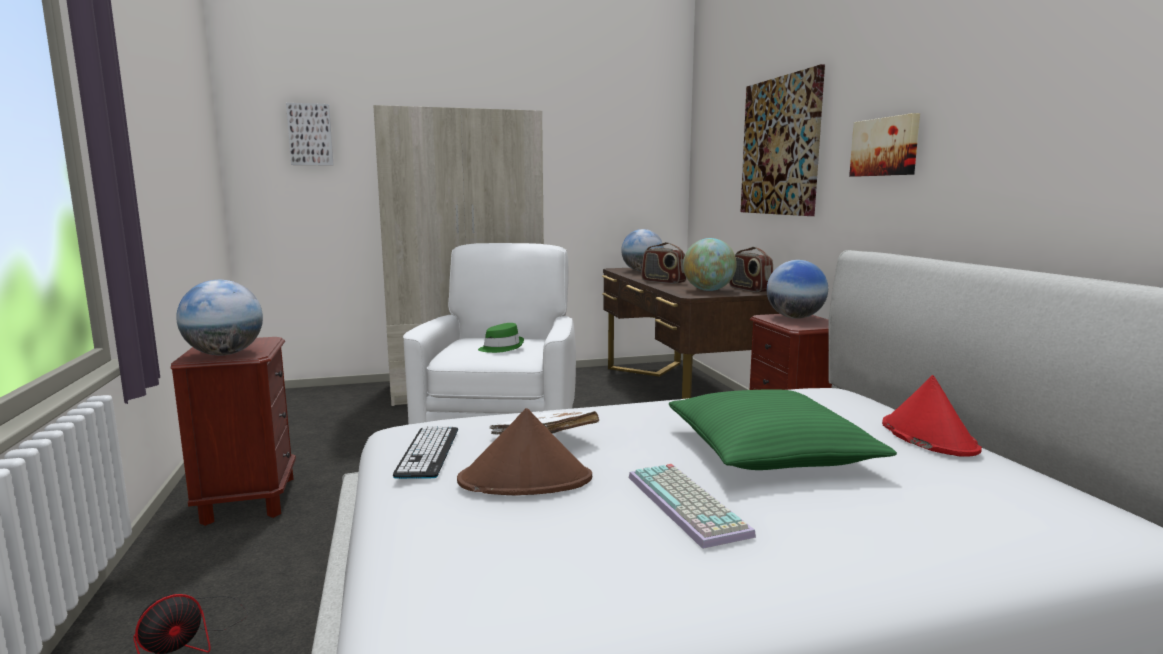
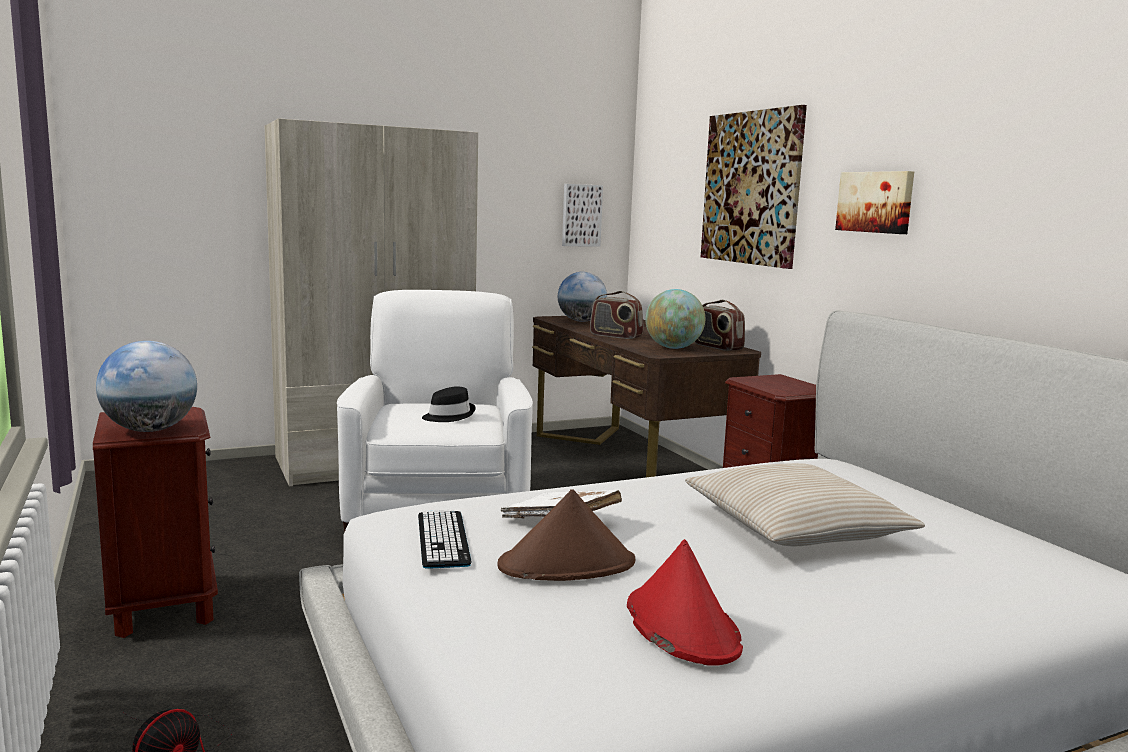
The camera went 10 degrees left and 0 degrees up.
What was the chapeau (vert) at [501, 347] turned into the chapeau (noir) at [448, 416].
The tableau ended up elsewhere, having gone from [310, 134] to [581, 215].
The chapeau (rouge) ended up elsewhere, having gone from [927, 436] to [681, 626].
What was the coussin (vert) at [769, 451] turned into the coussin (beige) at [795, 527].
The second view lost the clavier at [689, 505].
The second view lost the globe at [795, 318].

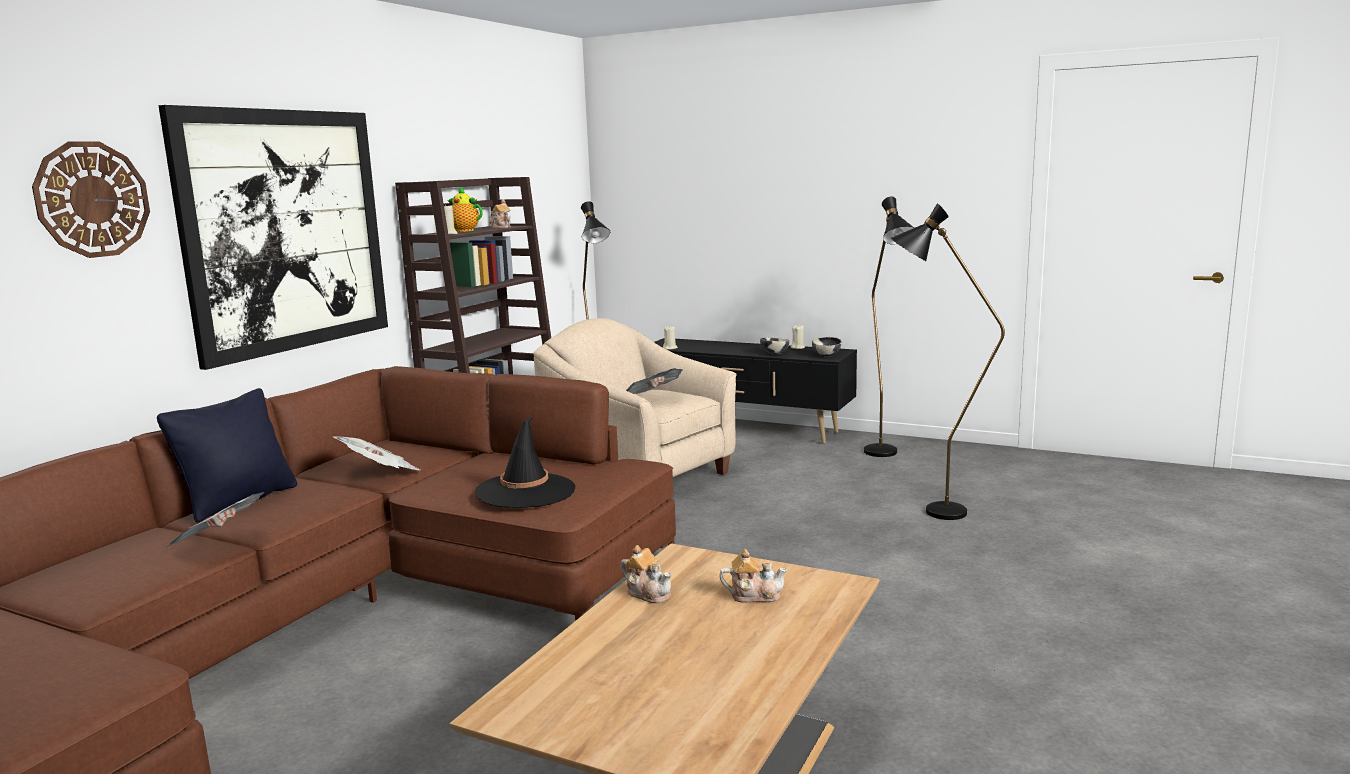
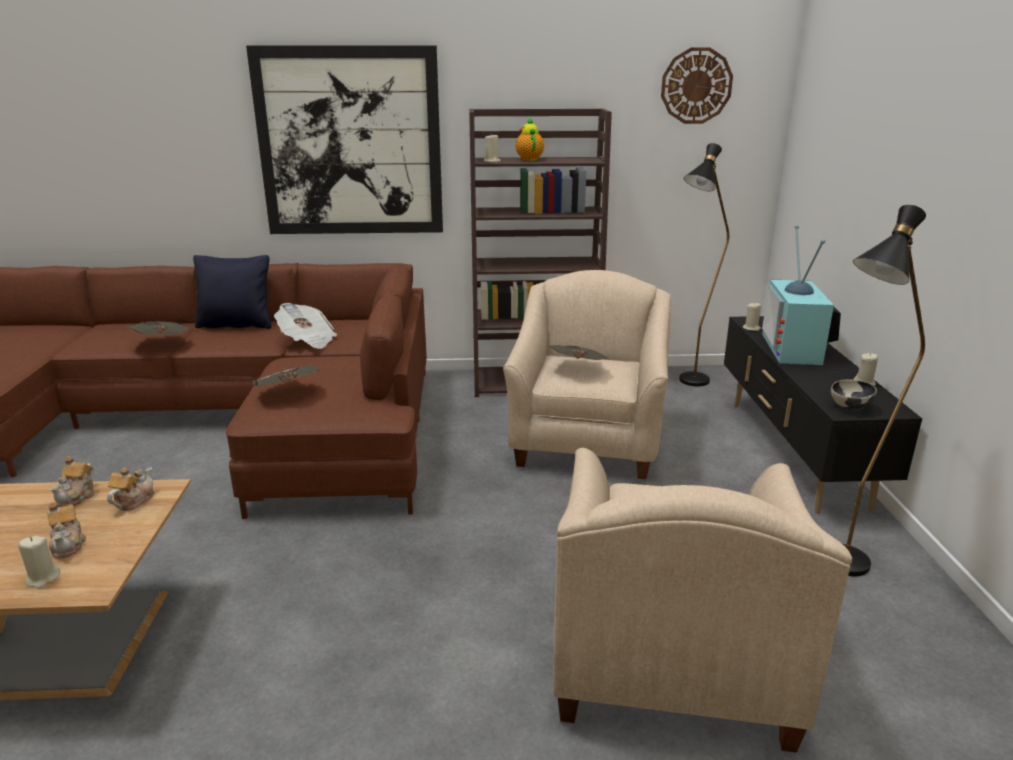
The camera went 60 degrees right and 10 degrees up.
The second view gained the bougie (beige) at [43, 579].
The théière ended up elsewhere, having gone from [500, 227] to [133, 501].
Where the chapeau (noir) stood at [525, 491], the journal came to stand at [288, 393].
Where the lampadaire (noir) stood at [930, 512], the fauteuil (beige) came to stand at [670, 652].
The horloge murale ended up elsewhere, having gone from [92, 199] to [696, 86].
The second view gained the téléviseur at [796, 349].
The second view lost the bol at [774, 354].

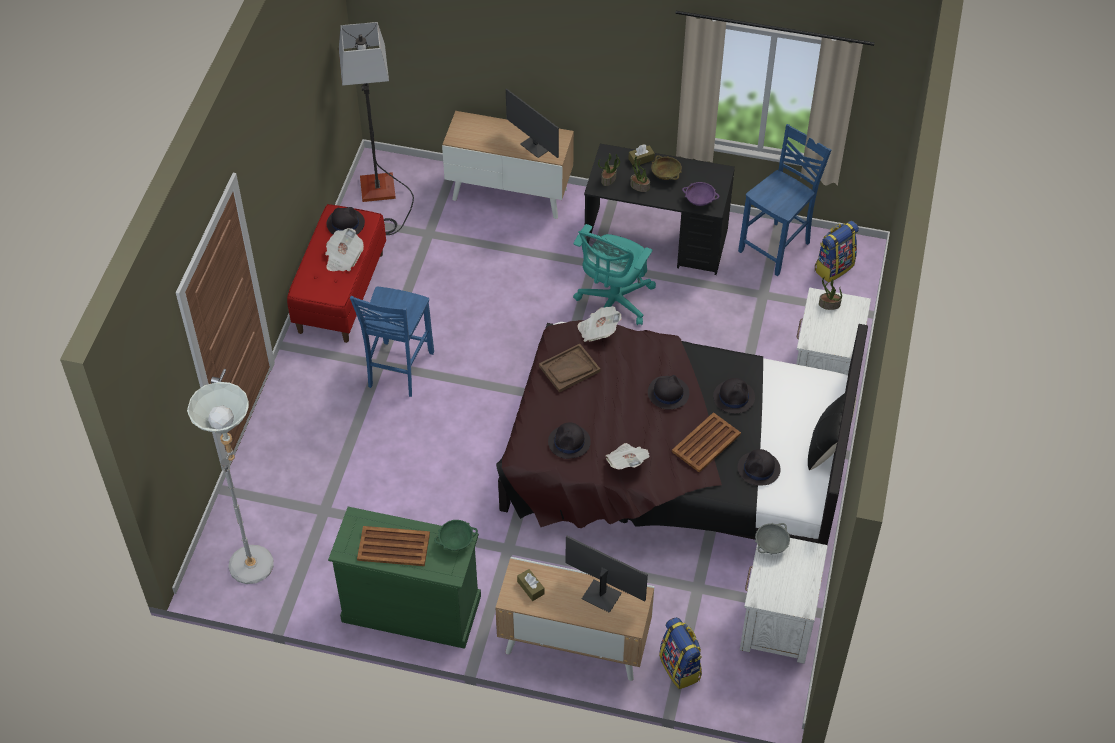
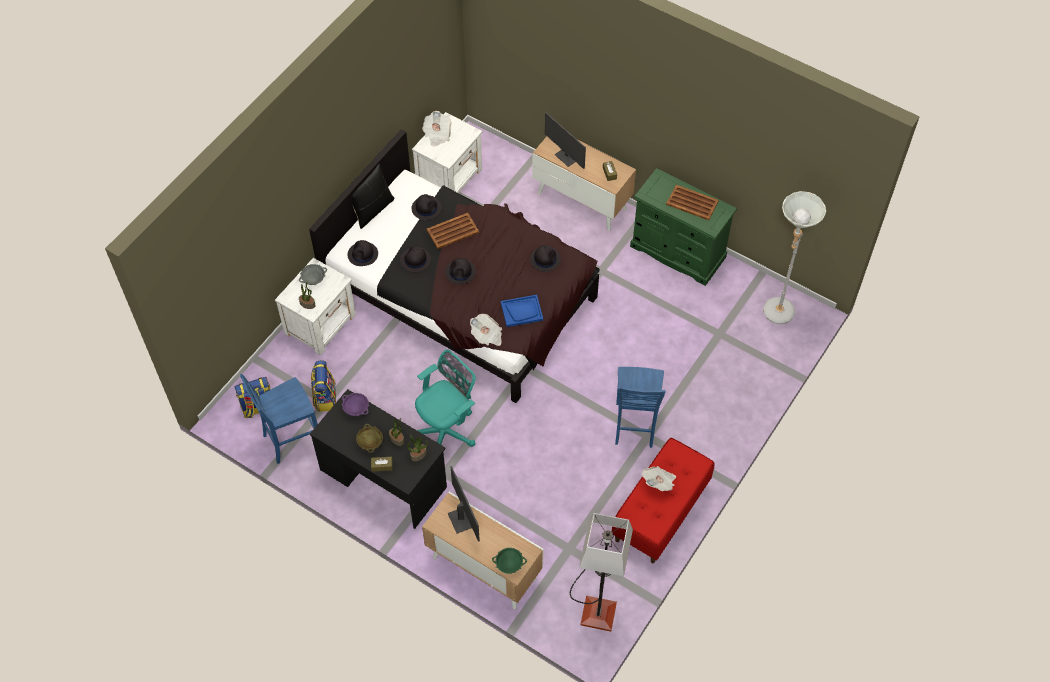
The camera went 160 degrees left and 5 degrees up.
The bol (gris) ended up elsewhere, having gone from [771, 545] to [314, 279].
The sac à dos ended up elsewhere, having gone from [680, 667] to [325, 397].
The chapeau (noir) ended up elsewhere, having gone from [345, 223] to [363, 254].
The journal ended up elsewhere, having gone from [627, 462] to [437, 134].
The bol (vert) ended up elsewhere, having gone from [456, 542] to [509, 565].
What was the plateau (marron) at [569, 369] turned into the plateau (bleu) at [522, 311].
The chaise (bleu) at [398, 370] ended up facing another way, 150 degrees clockwise from before.

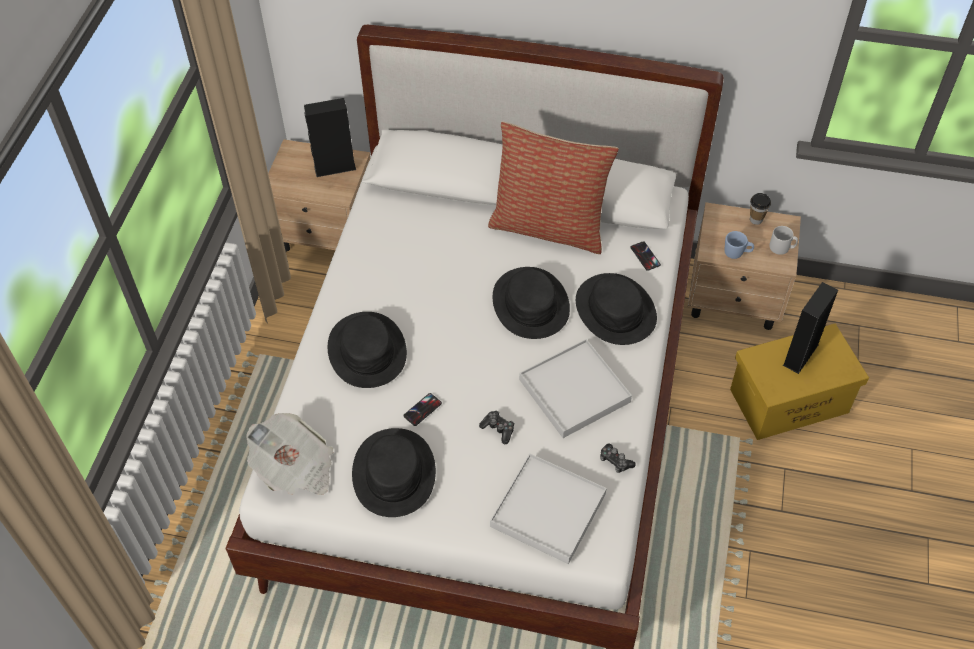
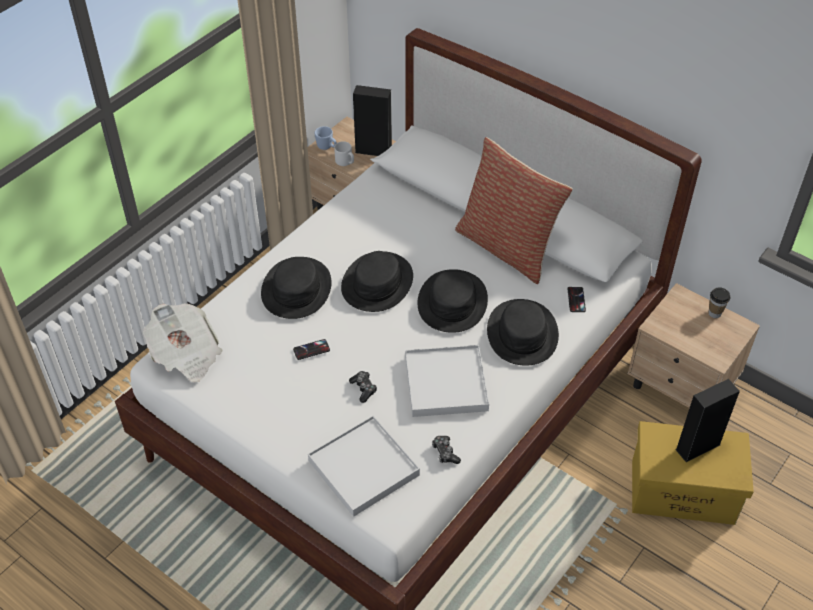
The camera went 25 degrees right and 5 degrees down.
The mug (bleu) ended up elsewhere, having gone from [737, 253] to [327, 147].
The mug (gris) ended up elsewhere, having gone from [782, 248] to [345, 162].
The chapeau (noir) ended up elsewhere, having gone from [394, 473] to [377, 283].

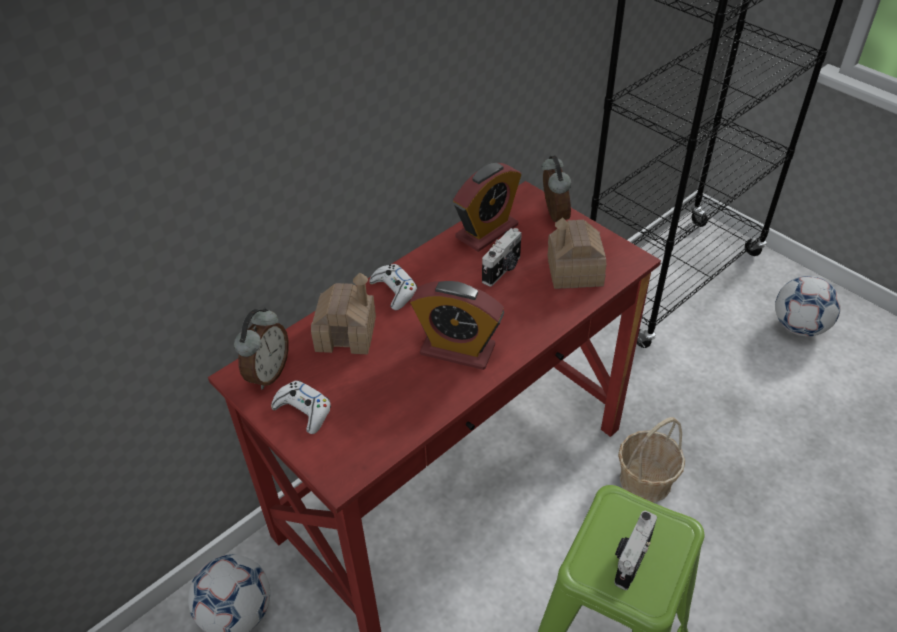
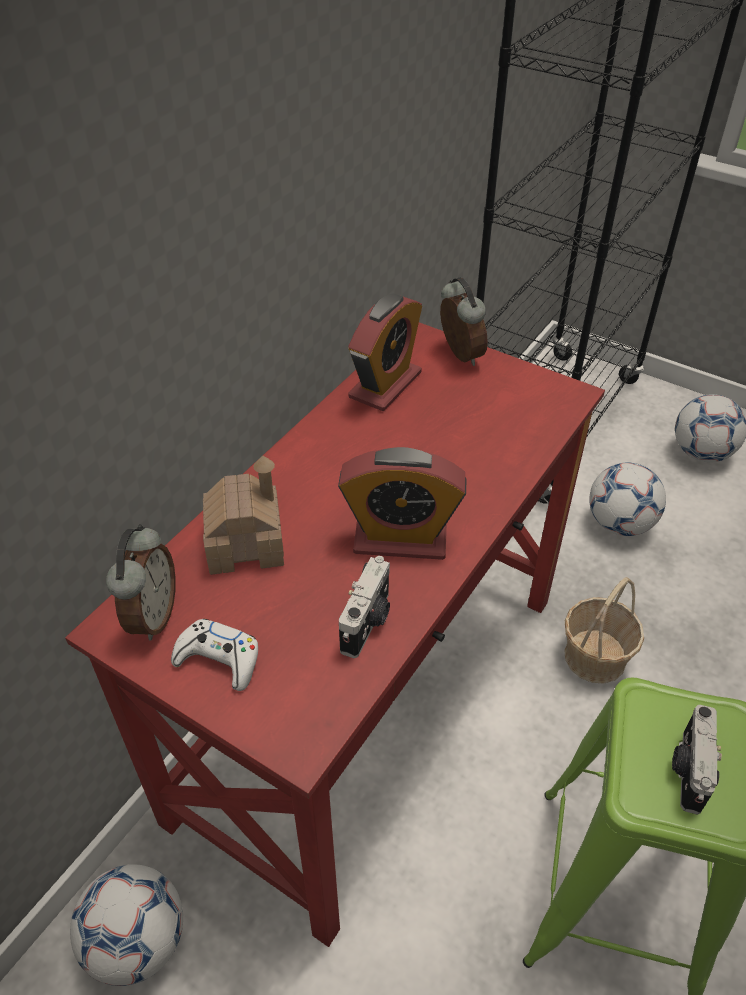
The camera went 15 degrees left and 0 degrees up.
The appareil photo ended up elsewhere, having gone from [503, 269] to [368, 622].
The second view gained the ballon de foot at [619, 524].
The second view lost the manette (blanc) at [394, 291].
The second view lost the maison miniature at [574, 271].

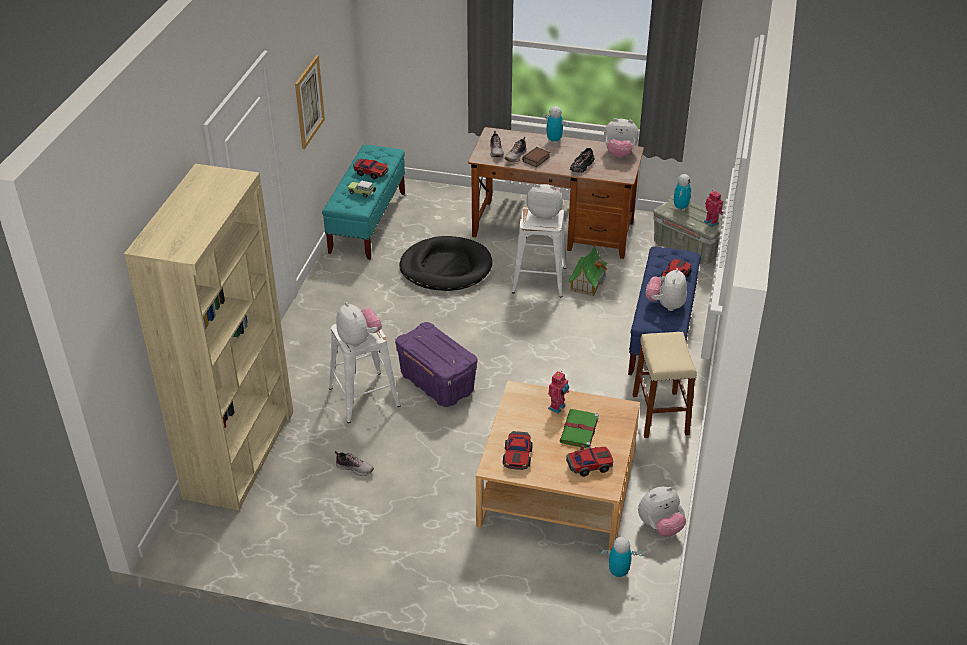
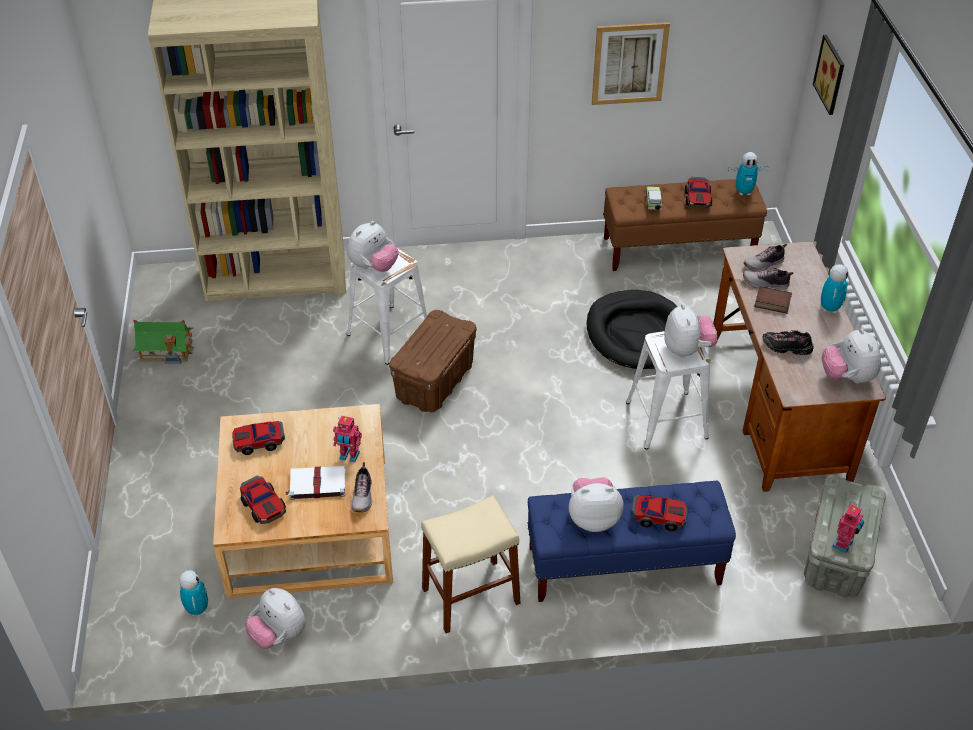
The camera went 70 degrees right and 5 degrees up.
The maison miniature ended up elsewhere, having gone from [587, 282] to [166, 350].
What was the livre (vert) at [579, 431] turned into the livre (blanc) at [316, 484].
The chaussure ended up elsewhere, having gone from [354, 468] to [363, 496].
What was the boîte de rangement (violet) at [436, 383] turned into the boîte de rangement (marron) at [434, 381].
What was the banc (turquoise) at [368, 223] turned into the banc (marron) at [678, 249].
The robot jouet ended up elsewhere, having gone from [680, 207] to [744, 192].
The second view gained the tableau at [832, 74].

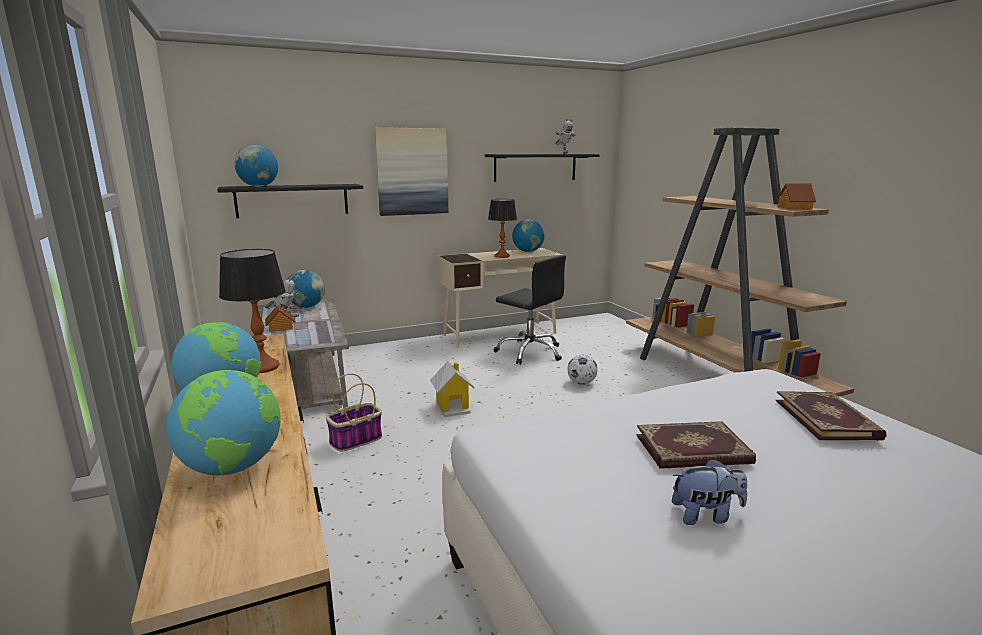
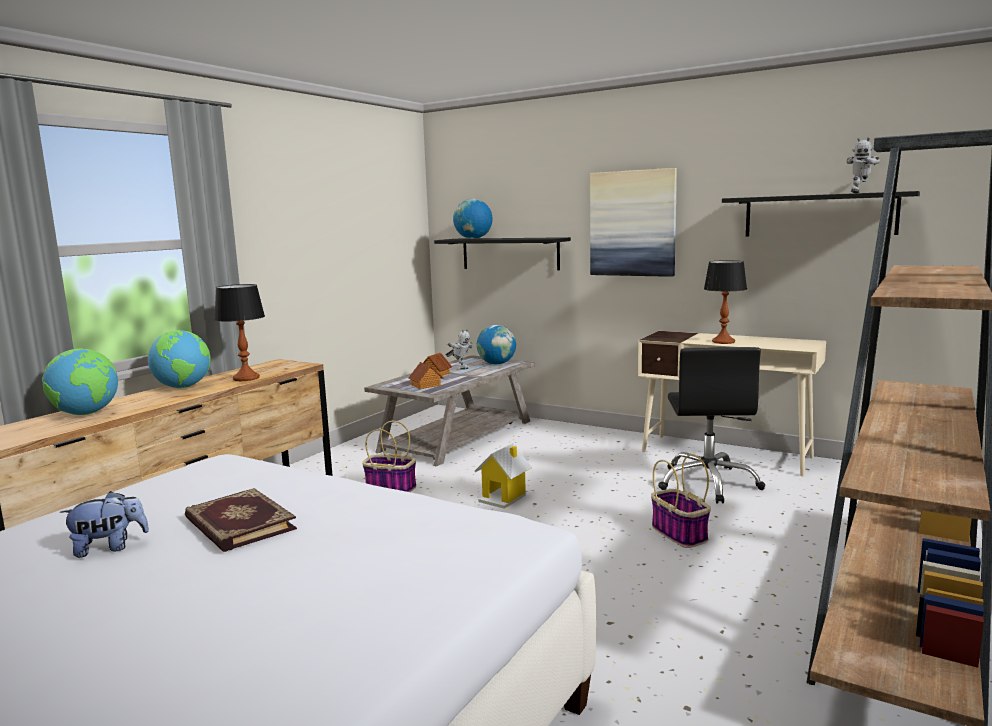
The camera went 55 degrees right and 5 degrees down.
The peluche at [706, 515] ended up facing another way, 75 degrees counterclockwise from before.
The maison miniature ended up elsewhere, having gone from [795, 208] to [426, 385].
Where the ballon de foot stood at [581, 383], the panier came to stand at [680, 534].
The second view lost the globe at [528, 251].
The second view lost the livre at [827, 419].

